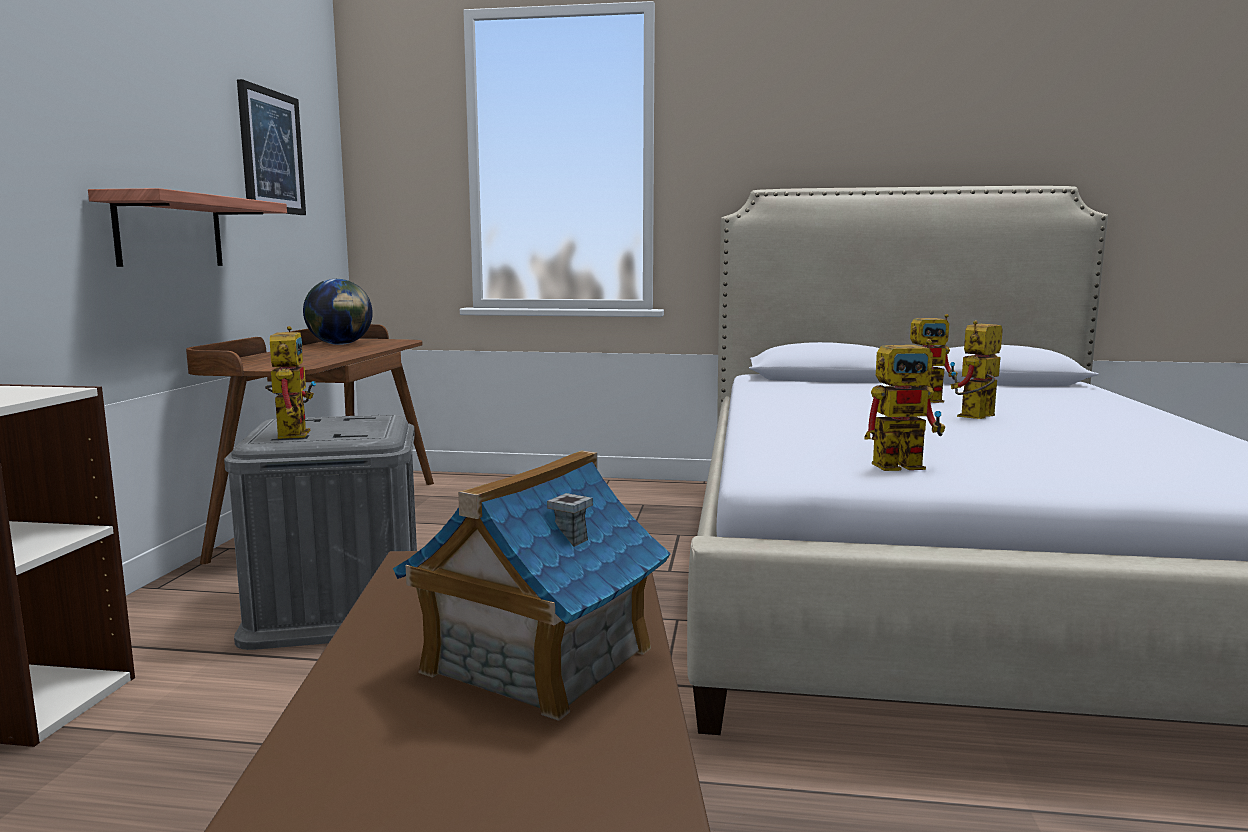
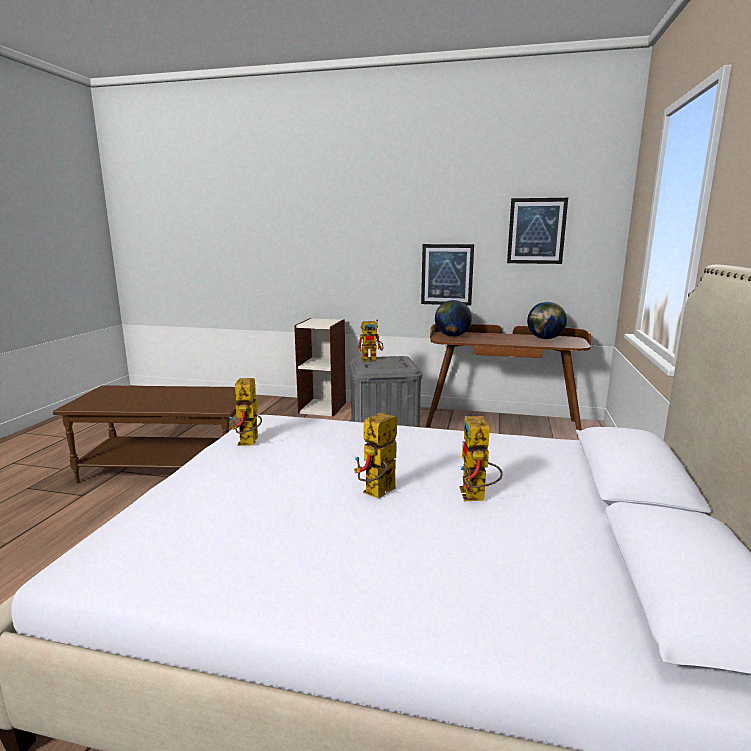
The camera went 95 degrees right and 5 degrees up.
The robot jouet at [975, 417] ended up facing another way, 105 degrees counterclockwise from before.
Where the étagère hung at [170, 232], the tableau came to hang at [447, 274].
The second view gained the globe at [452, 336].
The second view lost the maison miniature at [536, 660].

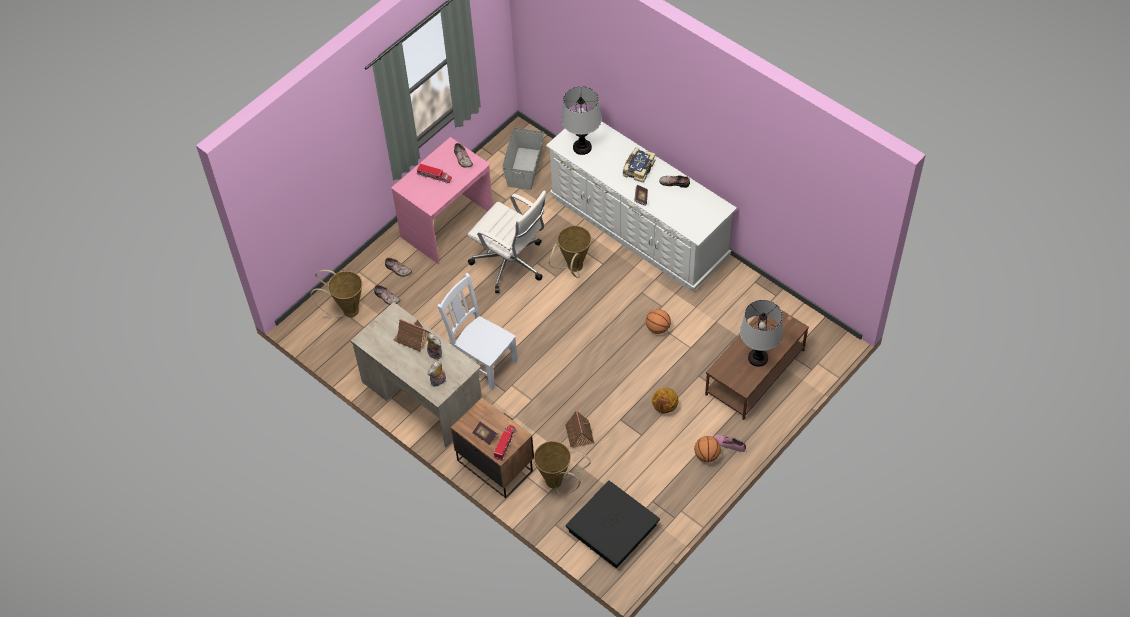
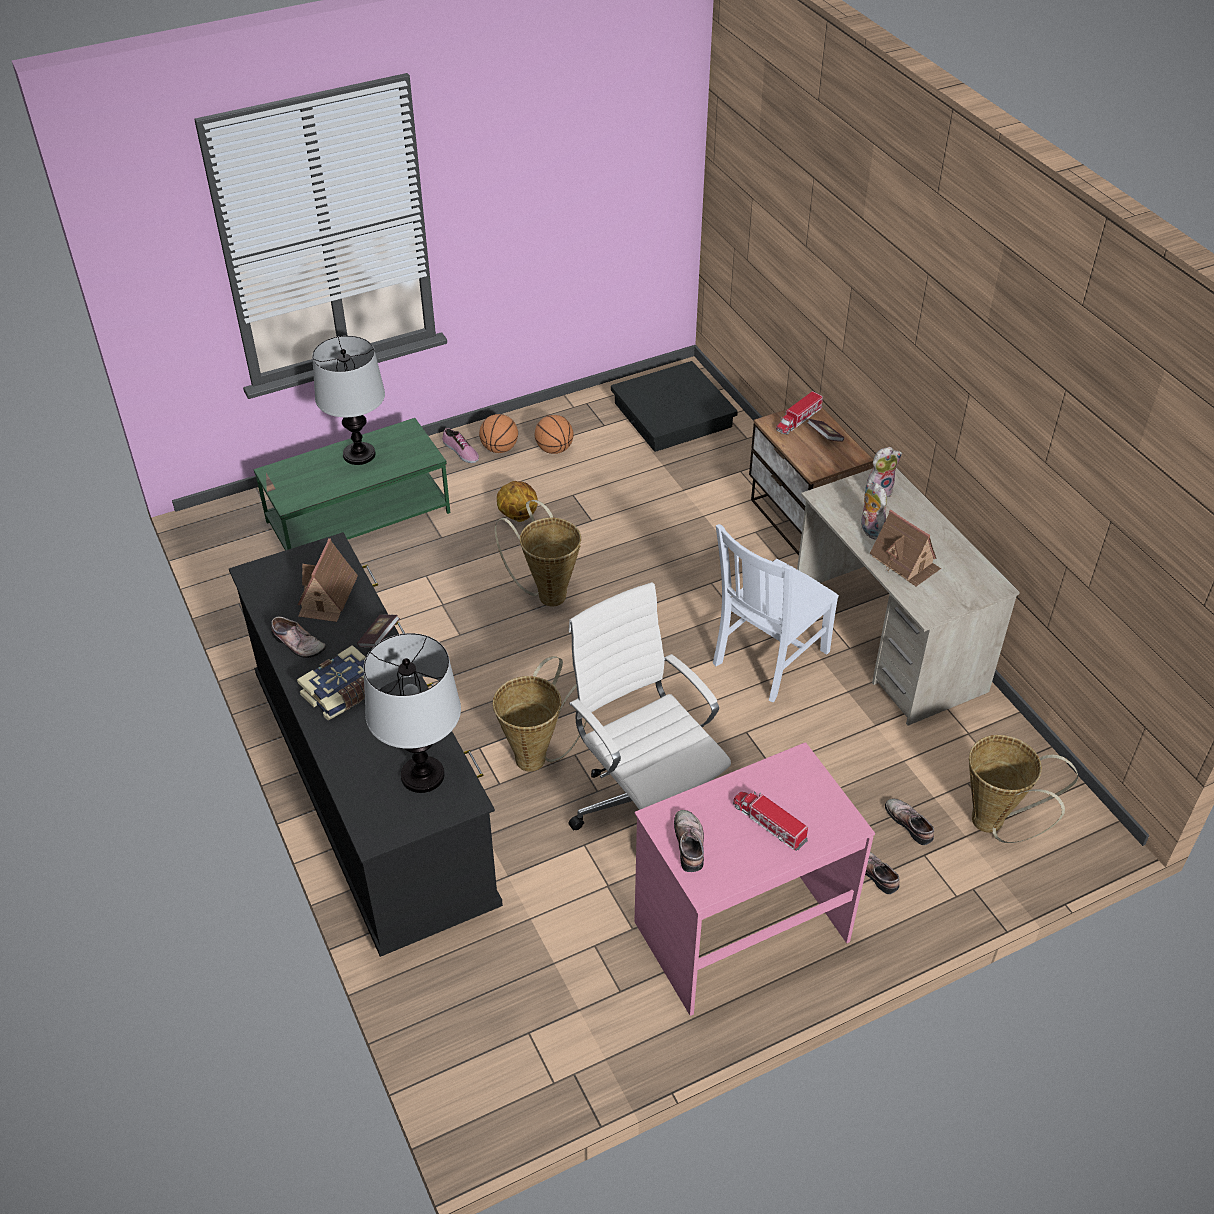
The camera went 160 degrees left and 10 degrees down.
What was the commode (blanc) at [638, 228] turned into the commode (noir) at [373, 790].
What was the table basse (marron) at [754, 371] turned into the table basse (vert) at [358, 518].
The maison miniature ended up elsewhere, having gone from [579, 433] to [327, 597].
The panier ended up elsewhere, having gone from [558, 483] to [547, 593].
The ballon de basket ended up elsewhere, having gone from [658, 328] to [554, 449].
The chaise (blanc) at [482, 361] ended up facing another way, 75 degrees clockwise from before.
The second view lost the boîte de rangement (gris) at [525, 168].

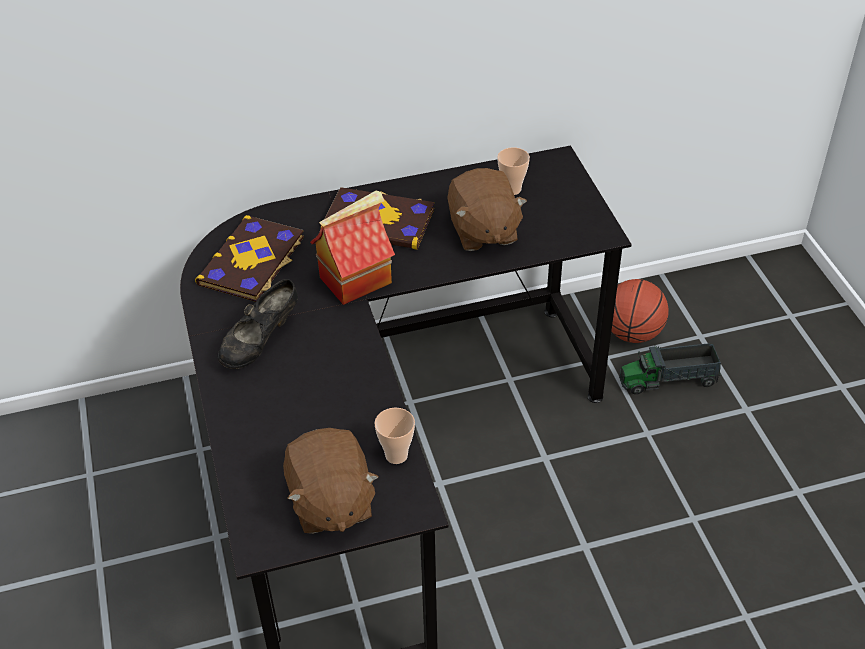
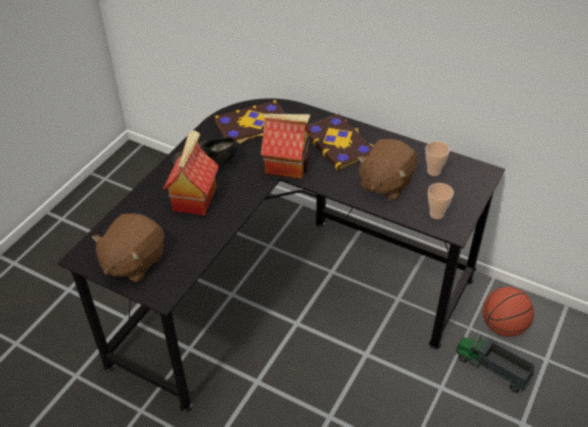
The camera went 45 degrees right and 0 degrees up.
The second view gained the maison miniature at [194, 198].
The tasse ended up elsewhere, having gone from [396, 455] to [436, 214].

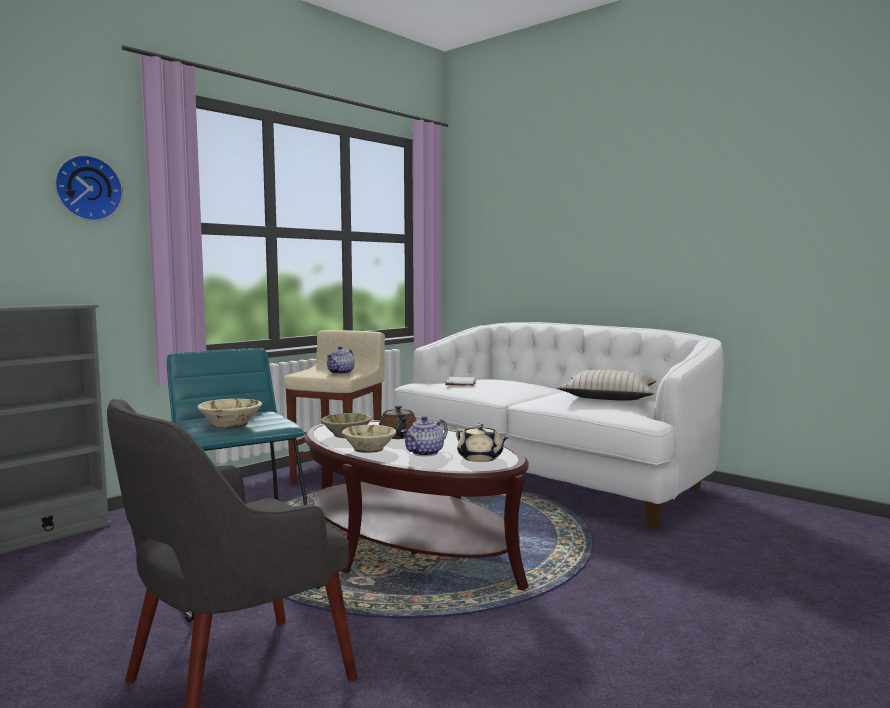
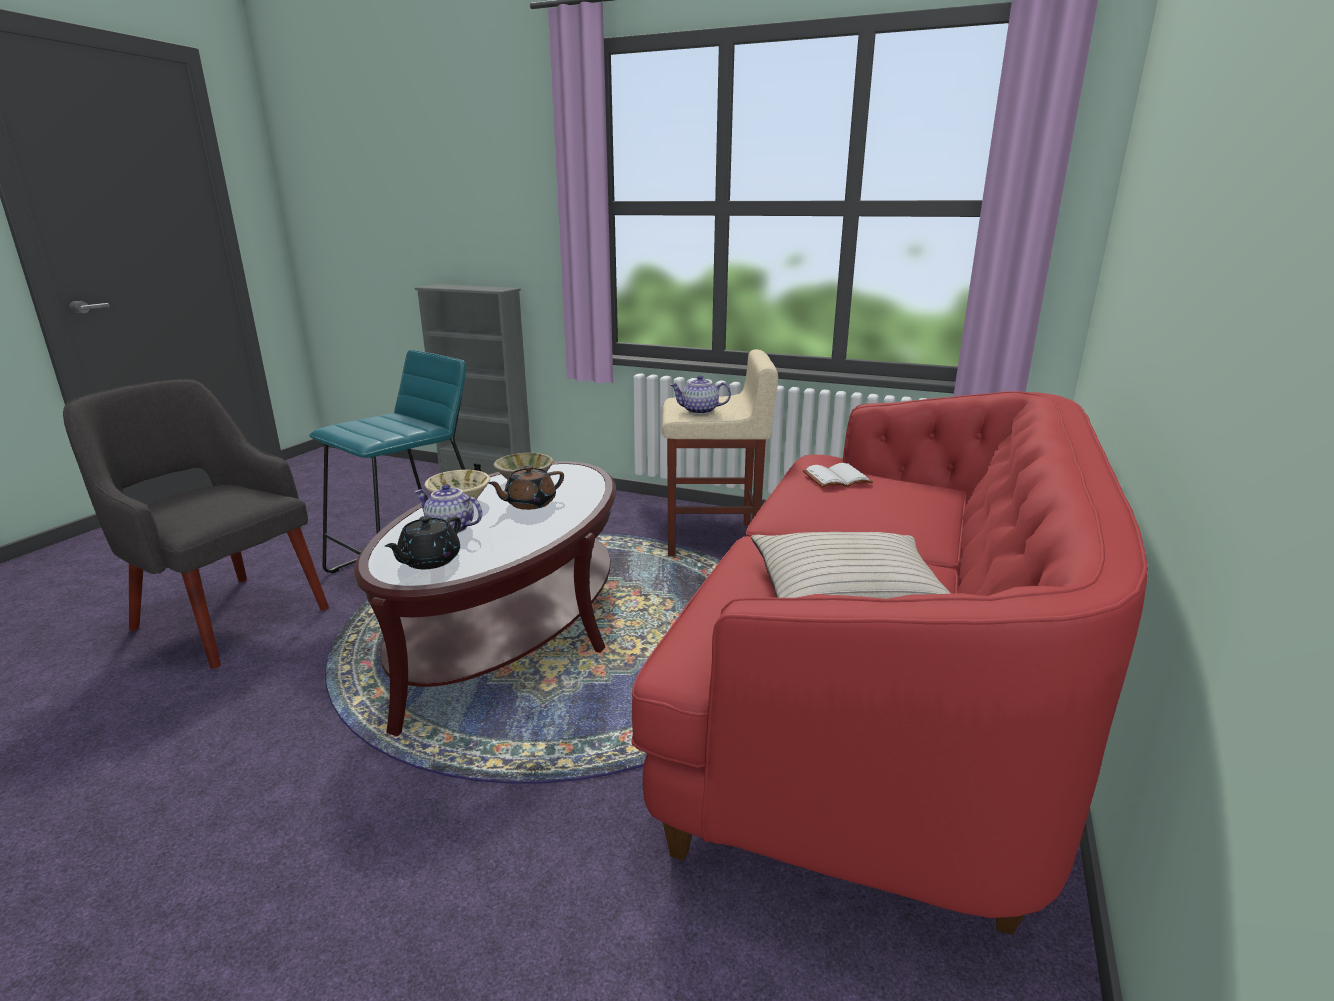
The camera went 70 degrees right and 15 degrees up.
What was the théière (beige) at [480, 458] turned into the théière (noir) at [428, 561].
What was the canapé (blanc) at [551, 476] turned into the canapé (rouge) at [876, 696].
The second view lost the horloge murale at [87, 188].
The second view lost the bol (beige) at [231, 425].

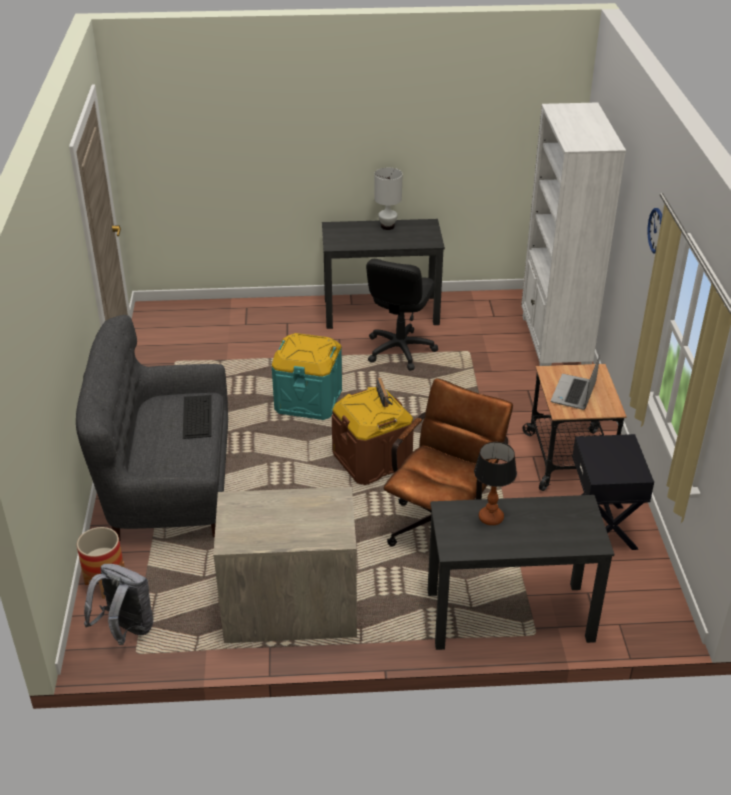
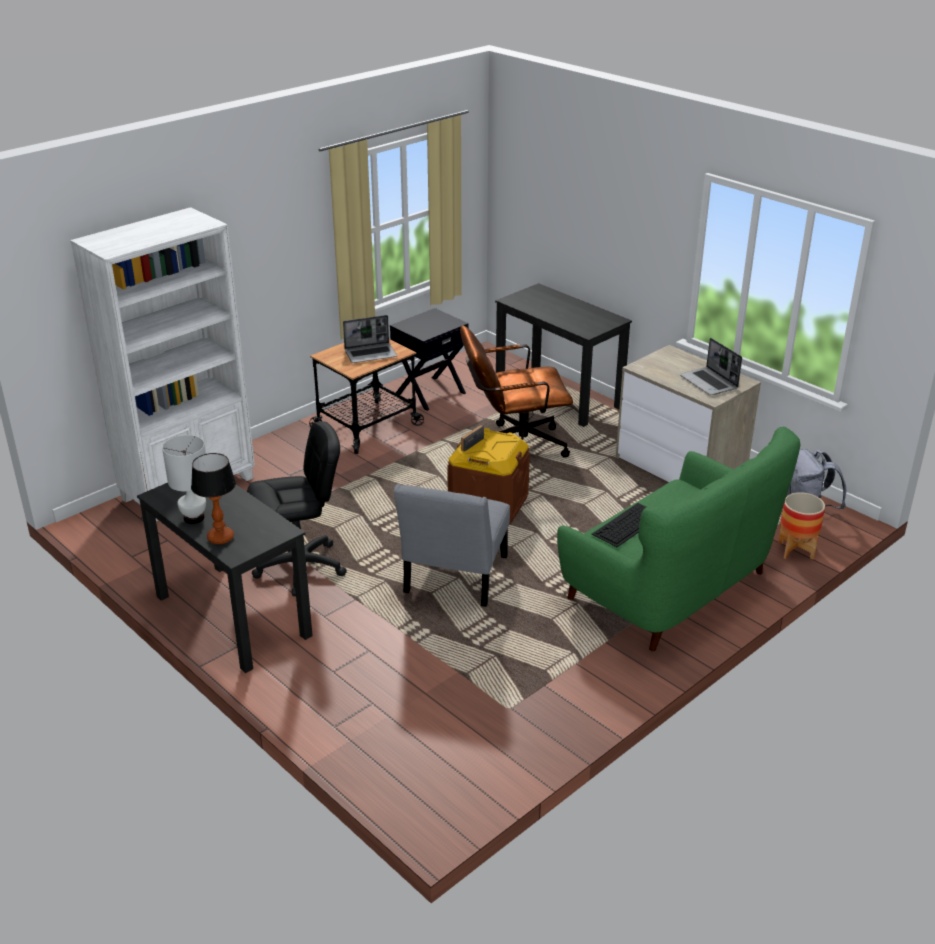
The camera went 130 degrees left and 5 degrees down.
The lampe de table ended up elsewhere, having gone from [491, 518] to [221, 537].
Where the boîte de rangement (turquoise) stood at [308, 400], the chaise (gris) came to stand at [454, 578].
What was the canapé (gris) at [166, 484] turned into the canapé (vert) at [671, 589].
The second view gained the ordinateur portable at [709, 383].
The second view lost the horloge murale at [656, 230].

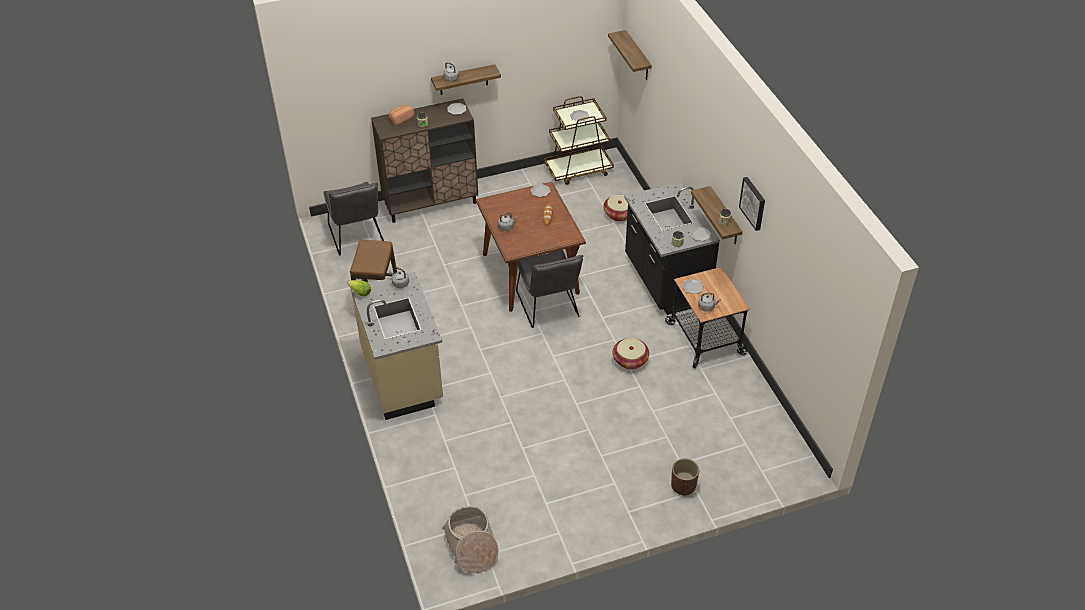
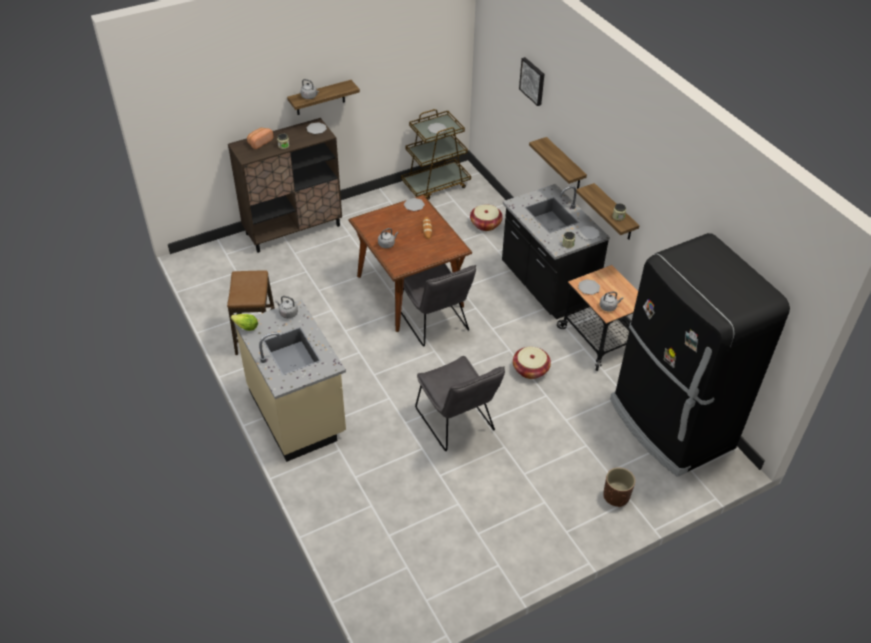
The camera went 10 degrees left and 0 degrees up.
The chaise (gris) ended up elsewhere, having gone from [357, 237] to [457, 423].
The tableau ended up elsewhere, having gone from [753, 203] to [533, 81].
The étagère ended up elsewhere, having gone from [638, 56] to [565, 165].
The second view gained the réfrigérateur (noir) at [670, 425].
The second view lost the panier at [472, 546].

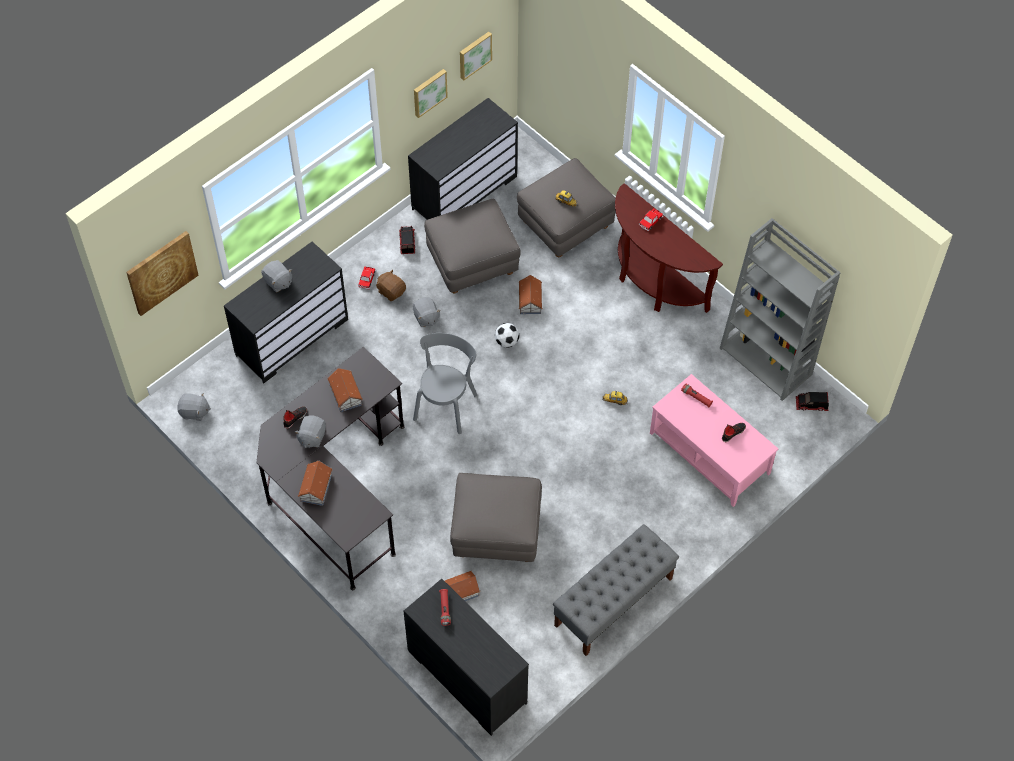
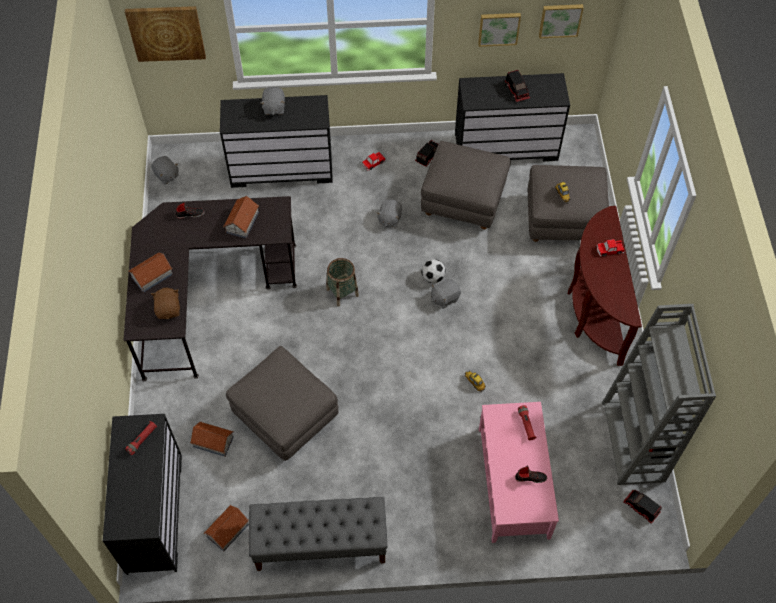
The camera went 40 degrees right and 0 degrees up.
The peluche (marron) ended up elsewhere, having gone from [391, 291] to [168, 309].
The maison miniature ended up elsewhere, having gone from [530, 300] to [228, 530].
Where the chaise (gris) stood at [446, 404], the panier came to stand at [342, 292].
The peluche (gris) ended up elsewhere, having gone from [312, 437] to [444, 298].
The second view gained the camion jouet at [517, 90].

